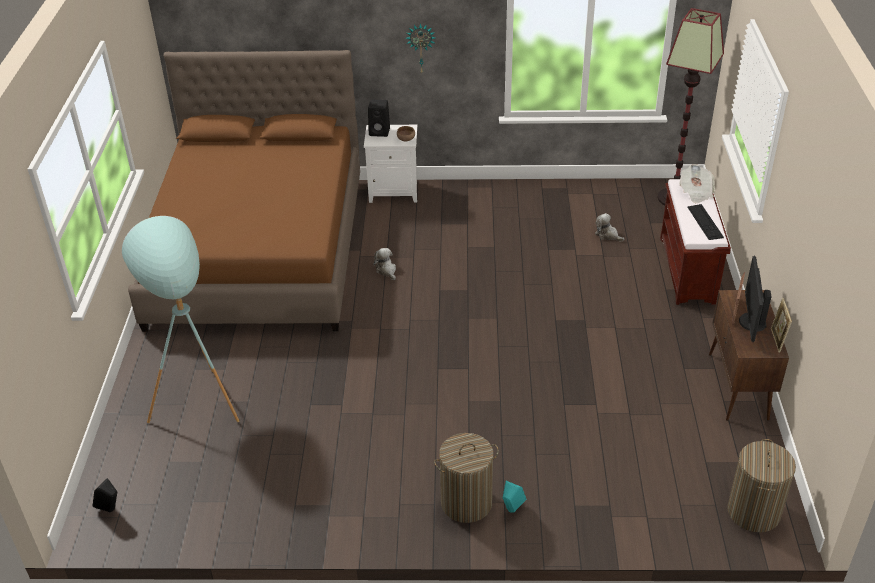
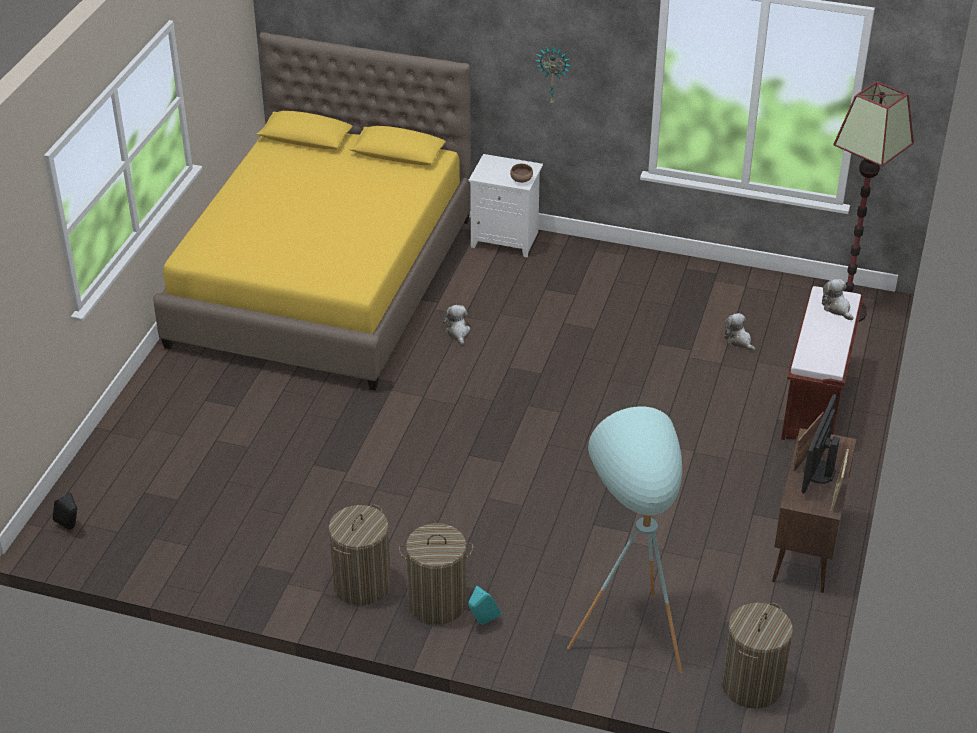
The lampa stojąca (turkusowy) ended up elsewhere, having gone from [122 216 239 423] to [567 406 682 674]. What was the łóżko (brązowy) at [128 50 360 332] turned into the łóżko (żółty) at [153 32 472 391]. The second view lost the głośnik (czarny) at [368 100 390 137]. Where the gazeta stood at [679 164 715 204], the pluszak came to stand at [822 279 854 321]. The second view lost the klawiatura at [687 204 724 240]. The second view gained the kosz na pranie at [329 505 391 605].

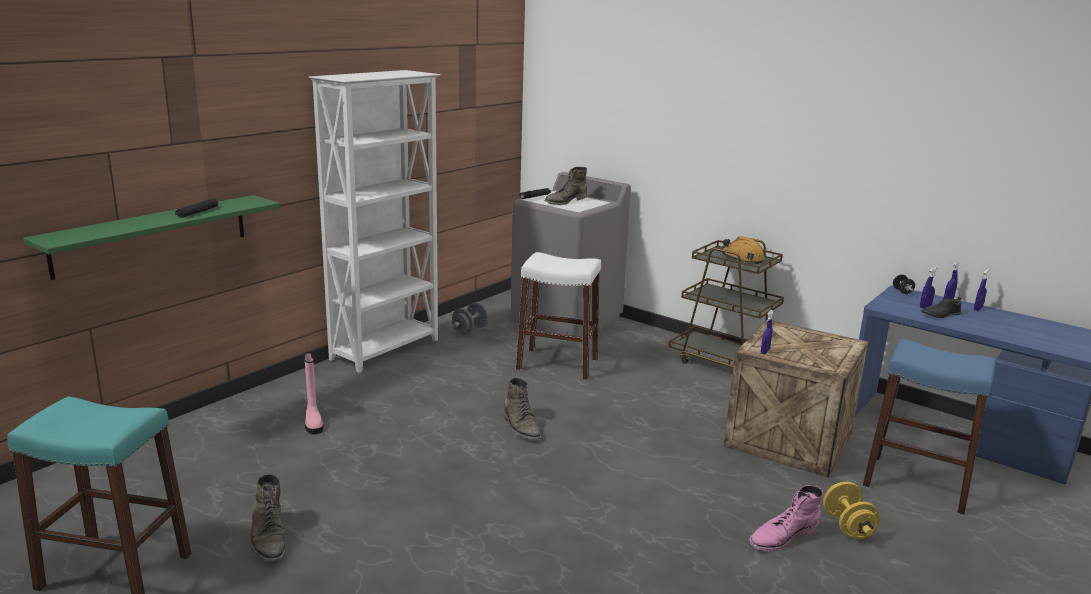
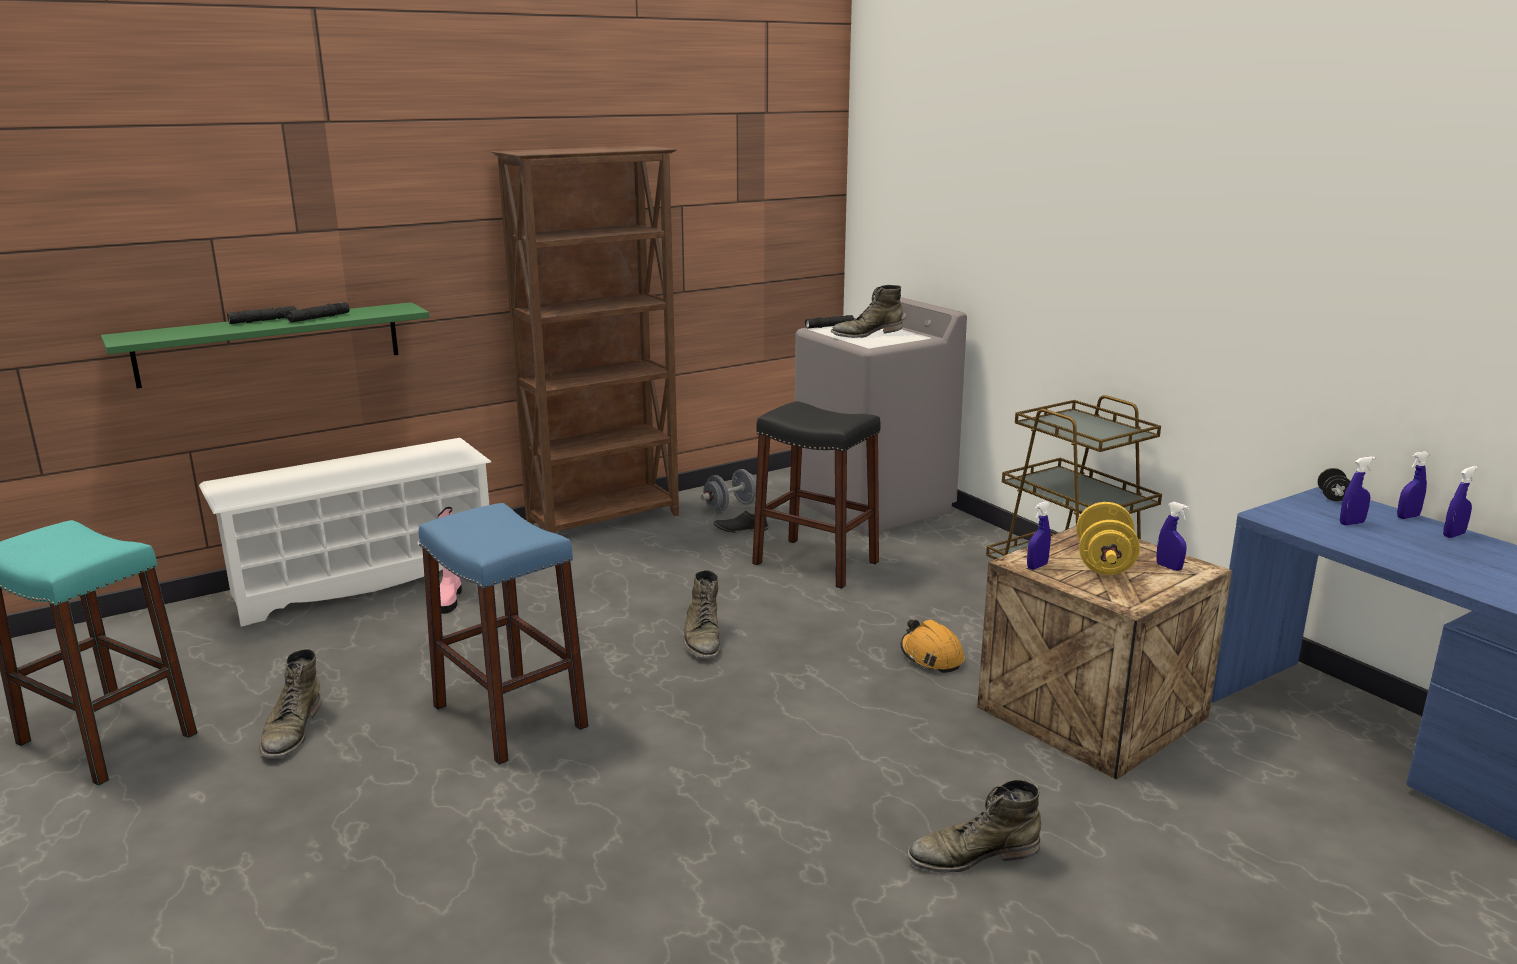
What was the regał (biały) at [309 70 441 373] turned into the regał (brązowy) at [492 146 679 533]. What was the stołek (biały) at [516 252 601 380] turned into the stołek (czarny) at [752 401 881 589]. The kask (pomarańczowy) ended up elsewhere, having gone from [722 236 765 264] to [901 619 964 673]. What was the but z cholewką (różowy) at [749 485 823 551] turned into the but z cholewką (zielony) at [907 779 1041 873]. The hantel (żółty) ended up elsewhere, having gone from [823 482 880 539] to [1076 502 1140 575]. The stołek (niebieski) ended up elsewhere, having gone from [863 339 996 515] to [419 503 589 765]. The but (czarny) ended up elsewhere, having gone from [922 297 962 318] to [714 511 768 533]. The second view gained the regał na buty (biały) at [199 438 491 627]. The second view gained the latarka (czarny) at [227 306 297 324]. The second view gained the spryskiwacz (niebieski) at [1156 502 1189 571].

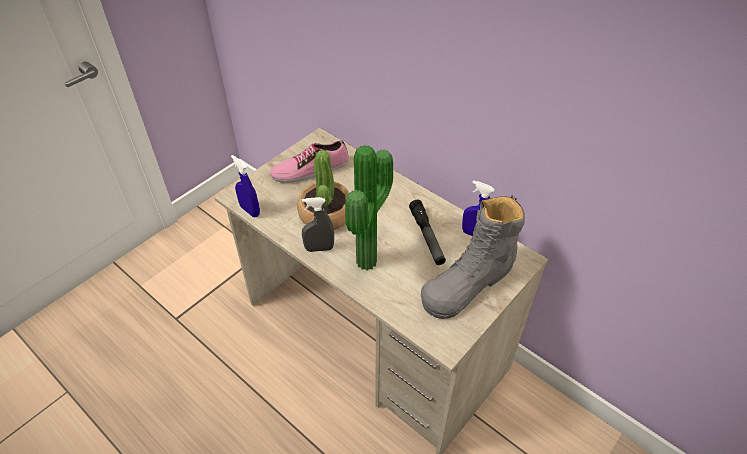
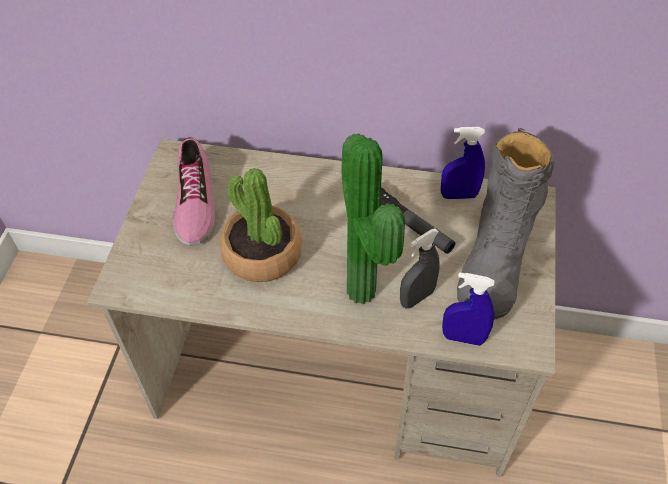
The spryskiwacz (niebieski) ended up elsewhere, having gone from [231 155 260 217] to [442 272 495 346]. The but at [270 141 349 183] ended up facing another way, 45 degrees counterclockwise from before. The spryskiwacz (szary) ended up elsewhere, having gone from [302 197 334 252] to [400 228 439 309].

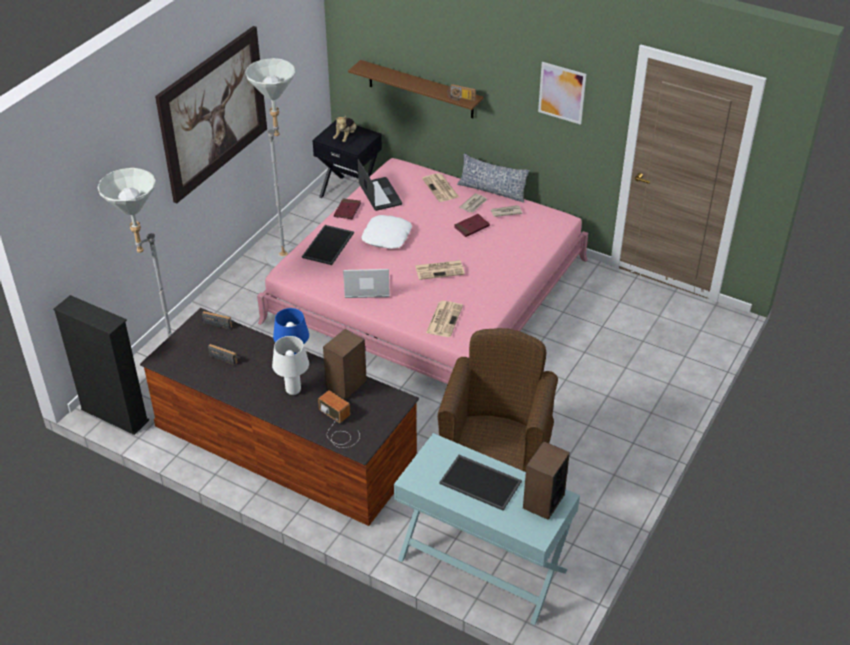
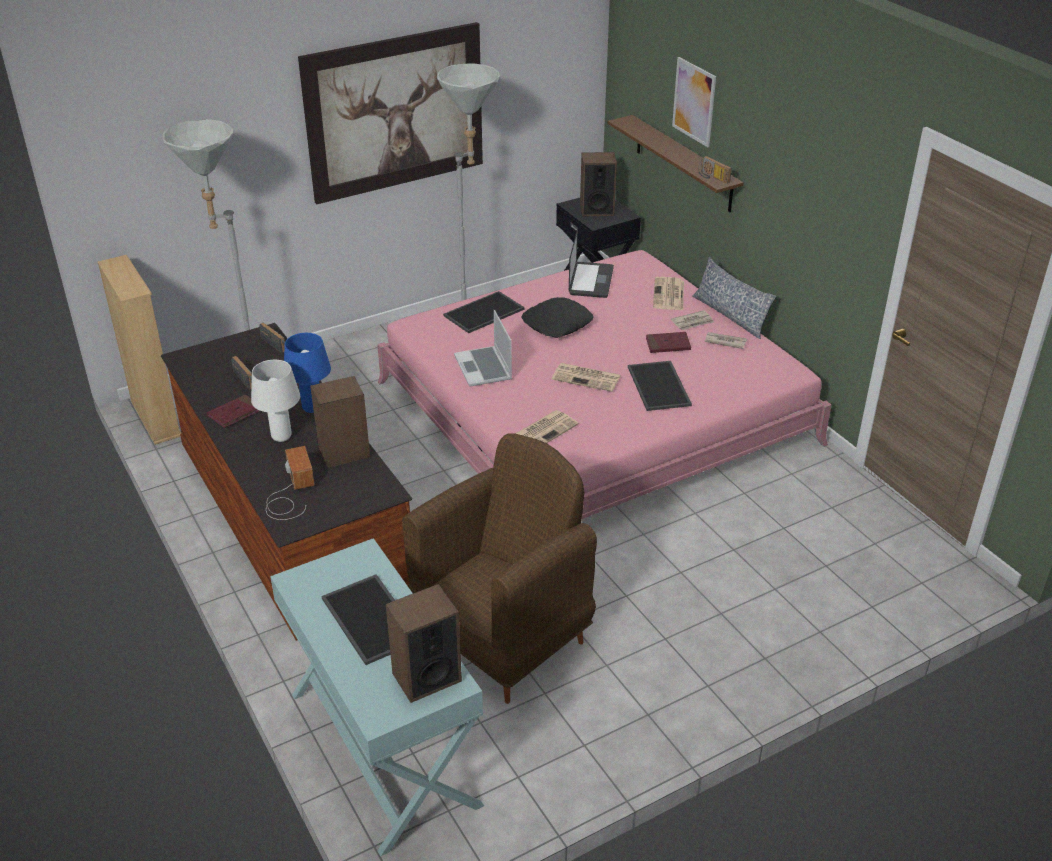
What was the regał (czarny) at [53 295 149 435] turned into the regał (beżowy) at [98 255 181 445]. Where the pluszak stood at [333 116 357 142], the głośnik came to stand at [580 152 617 217]. The książka (czerwony) ended up elsewhere, having gone from [334 198 361 219] to [207 395 260 428]. The laptop at [343 269 390 298] ended up facing another way, 135 degrees counterclockwise from before. What was the poduszka (biały) at [361 215 412 249] turned into the poduszka (czarny) at [521 297 593 338]. The obraz ended up elsewhere, having gone from [538 62 587 125] to [672 57 716 147]. The second view gained the taca at [628 361 692 411].

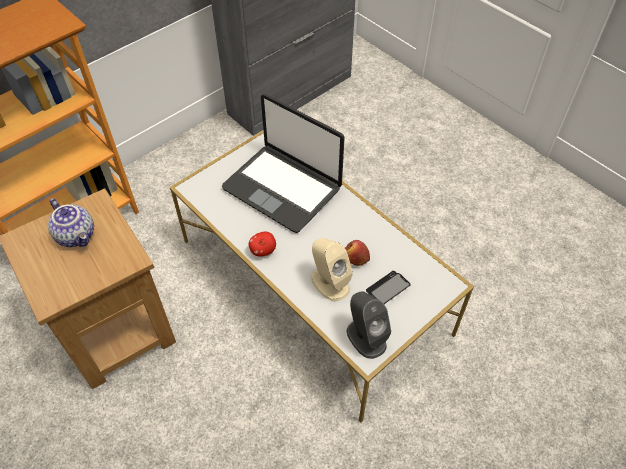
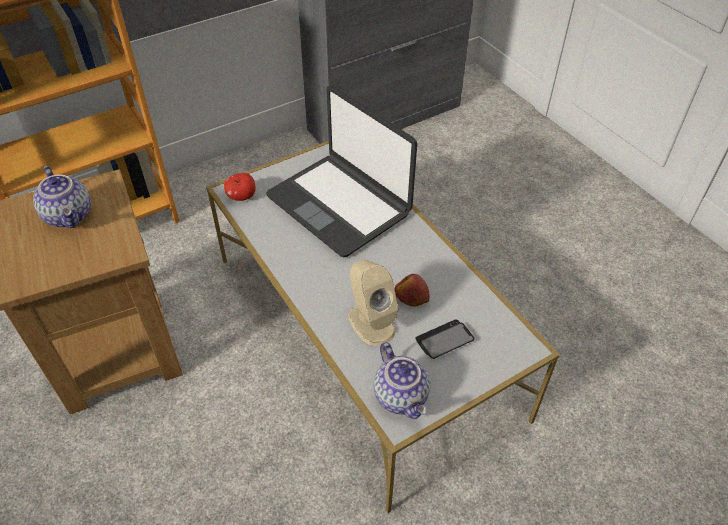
The jabłko ended up elsewhere, having gone from [249 232 276 257] to [224 173 256 201]. Where the głośnik (szary) stood at [347 291 391 359], the imbryk came to stand at [374 342 430 419].

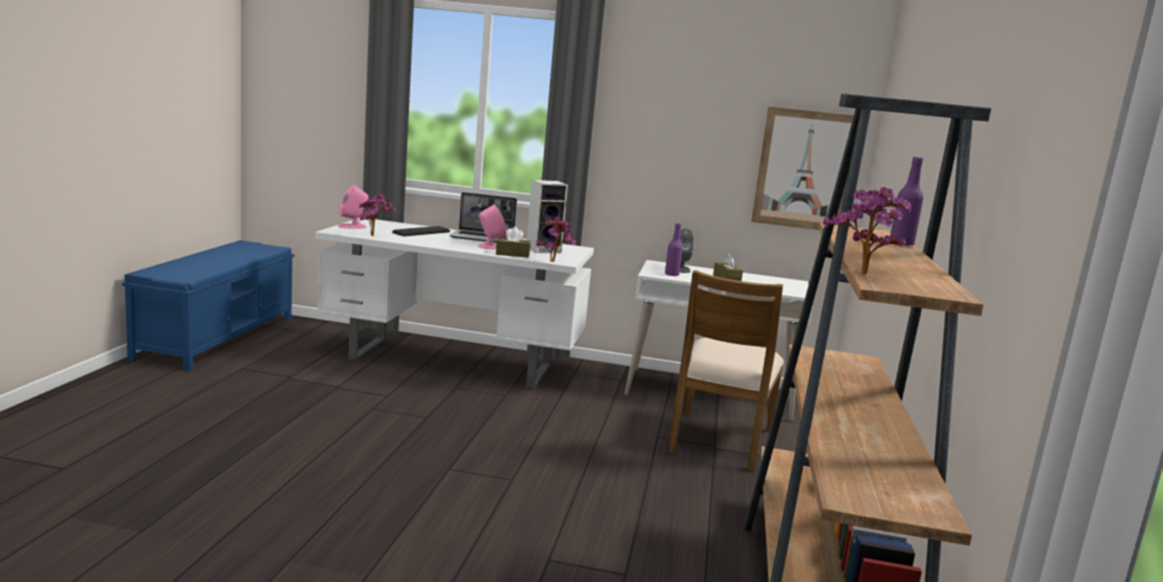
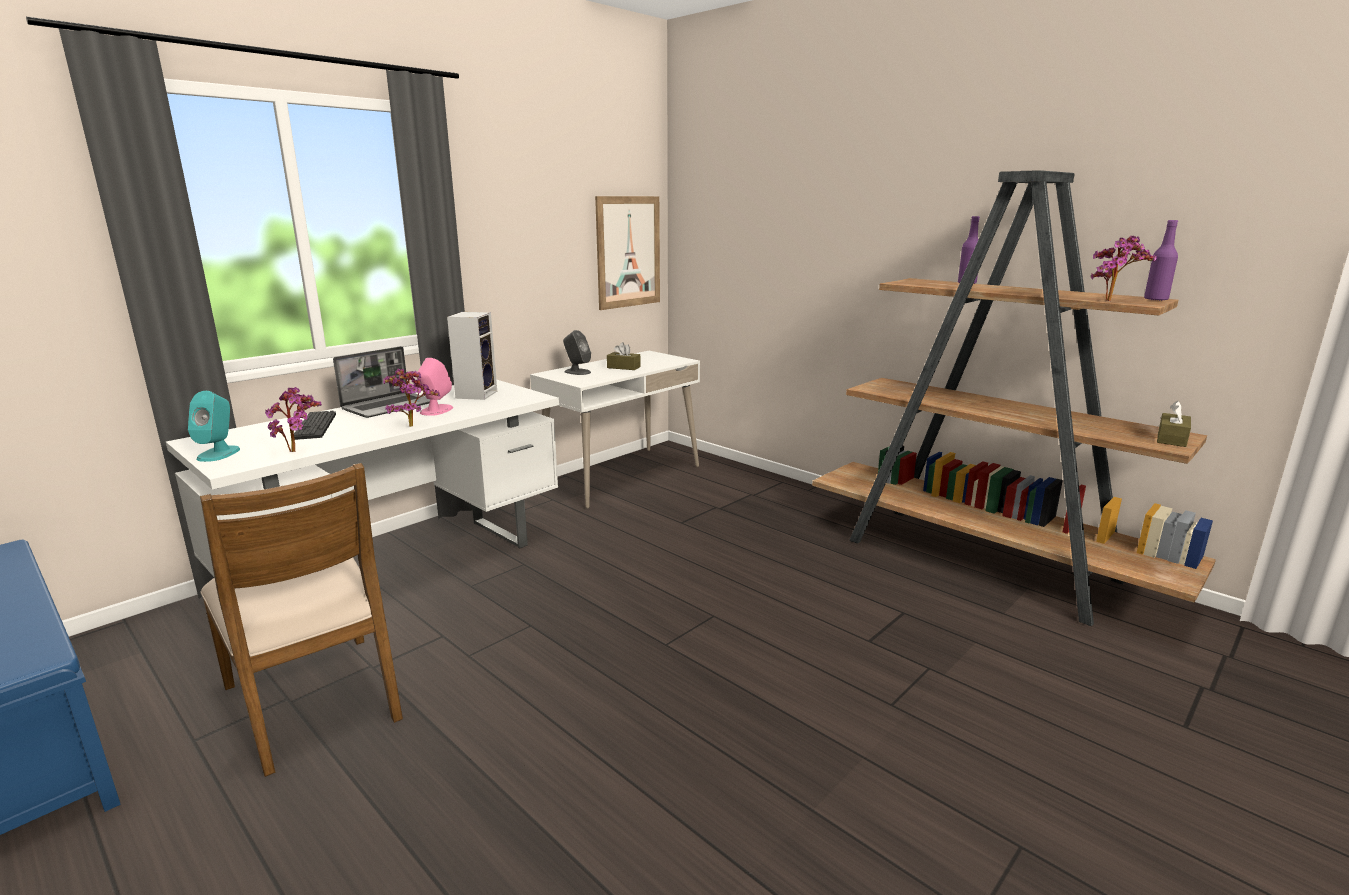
What was the głośnik (różowy) at [338 185 368 229] turned into the głośnik (turkusowy) at [188 391 240 462]. The pudełko chusteczek (brązowy) ended up elsewhere, having gone from [496 227 531 258] to [1157 401 1191 447]. The roślina doniczkowa ended up elsewhere, having gone from [536 216 576 262] to [383 368 440 427]. The butelka (fioletowy) ended up elsewhere, having gone from [665 223 683 276] to [1144 220 1178 301]. The krzesło (brązowy) ended up elsewhere, having gone from [668 270 784 472] to [200 463 403 777].

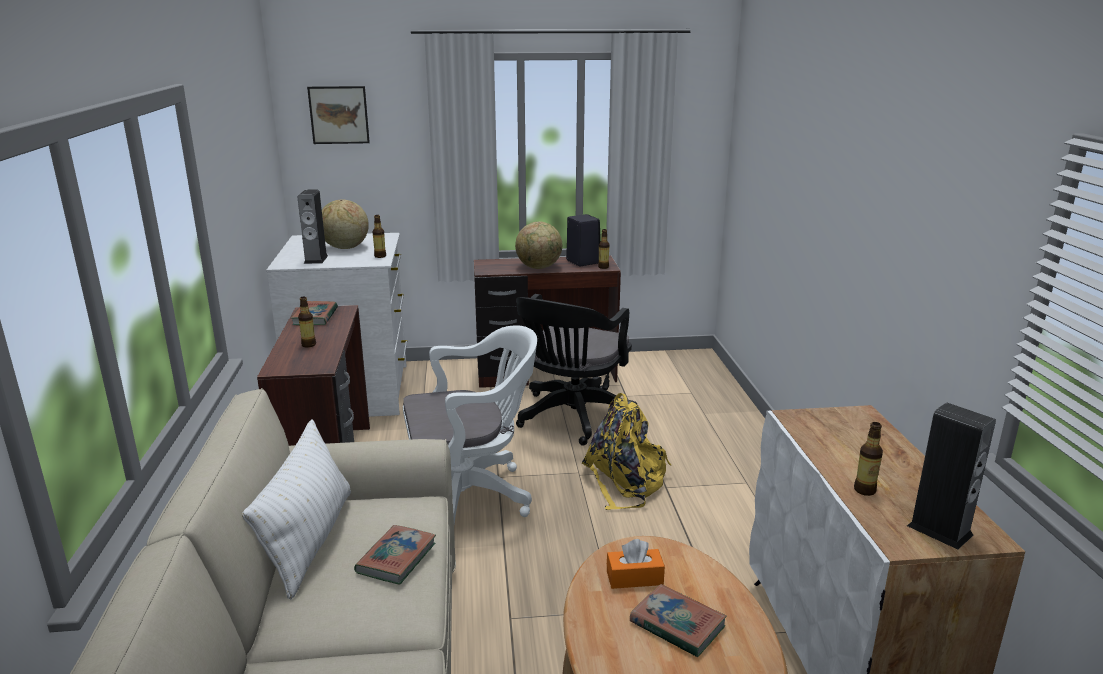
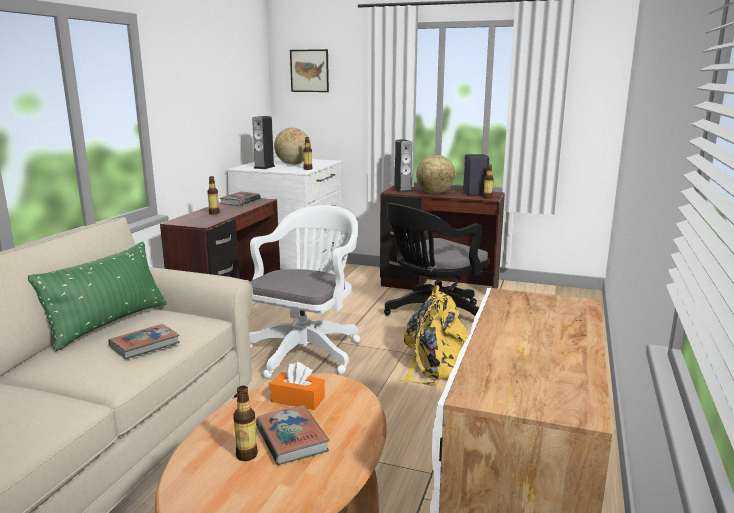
What was the poduszka (biały) at [242 419 351 599] turned into the poduszka (zielony) at [28 242 167 352]. The krzesło biurowe (biały) at [403 325 537 524] ended up facing another way, 75 degrees counterclockwise from before. The butelka ended up elsewhere, having gone from [854 422 883 496] to [233 386 258 461]. The głośnik ended up elsewhere, having gone from [907 403 996 549] to [394 139 412 193].

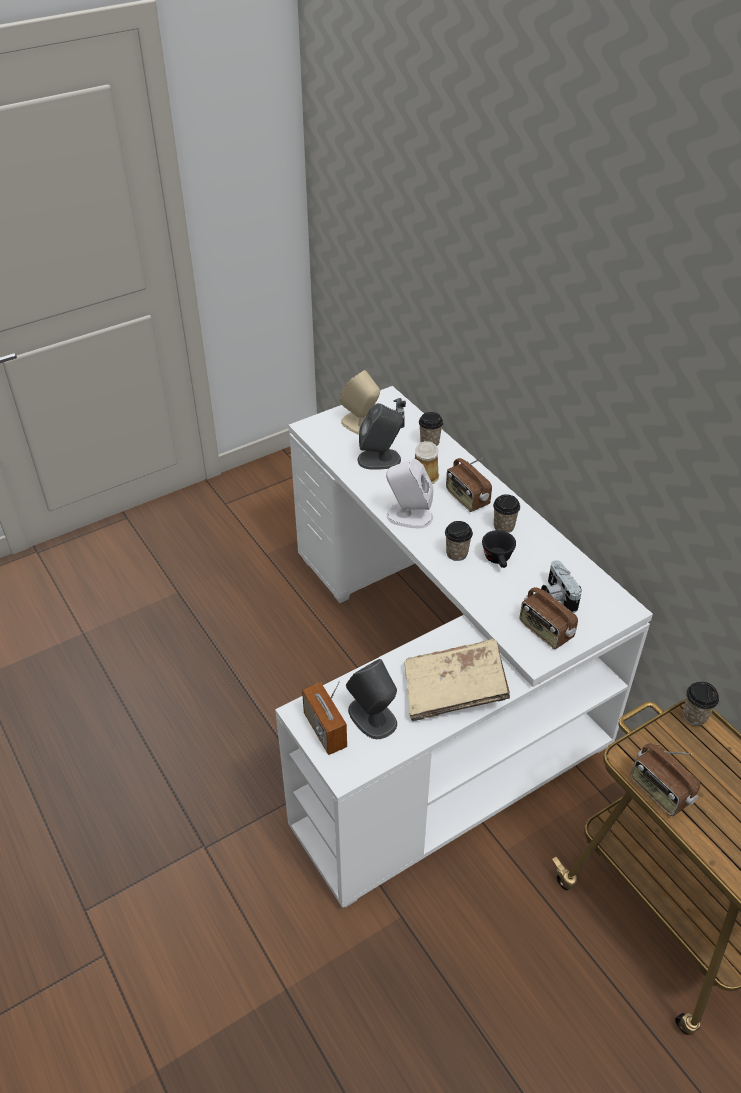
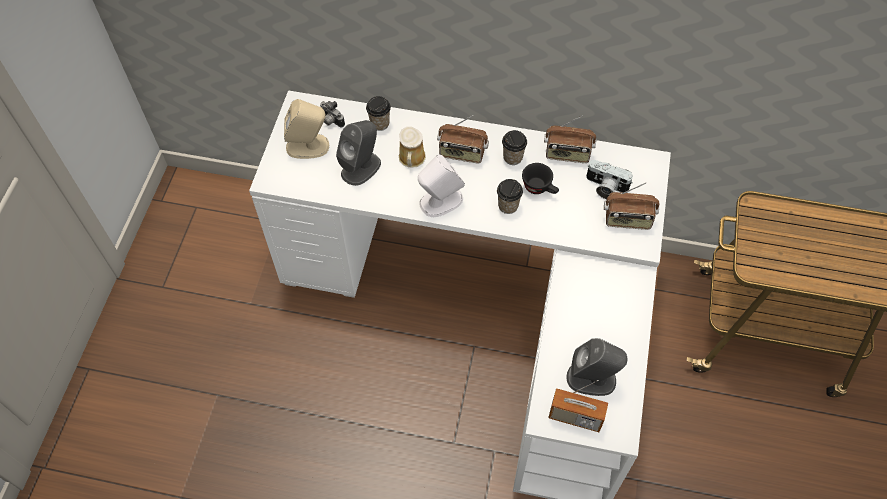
The second view lost the książka (beżowy) at [404 639 510 721]. The radio ended up elsewhere, having gone from [631 743 700 816] to [544 115 596 163]. The second view lost the filiżanka at [683 682 719 726].

